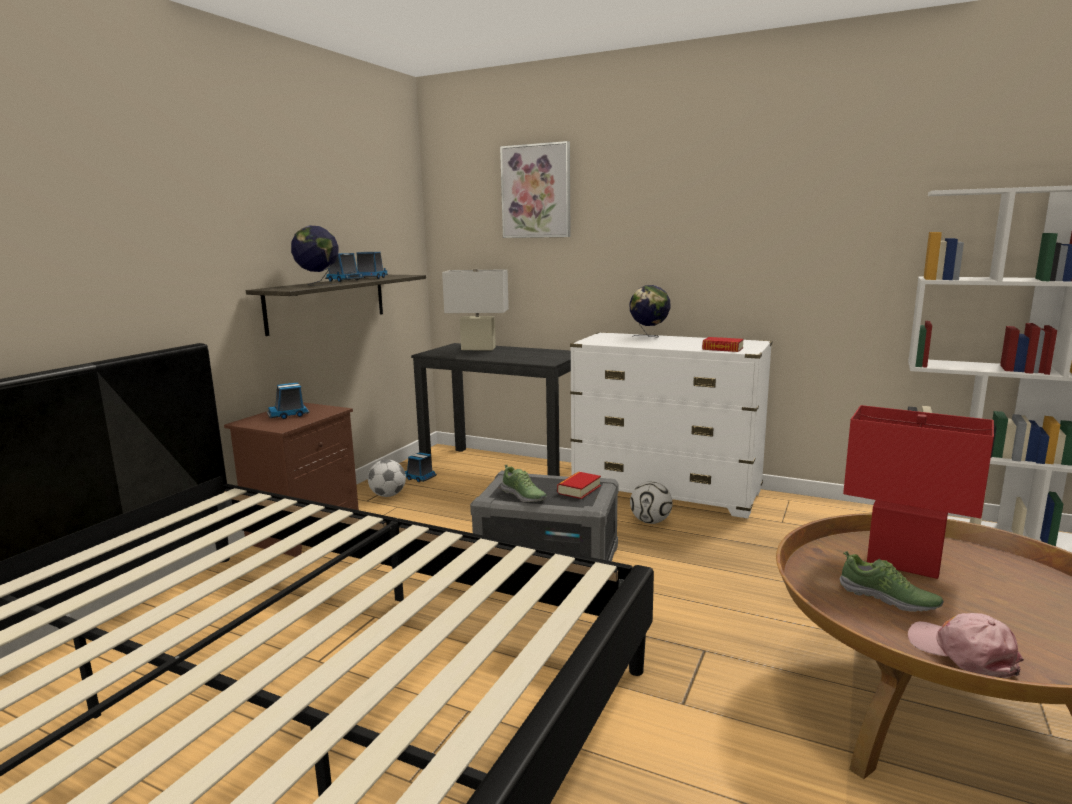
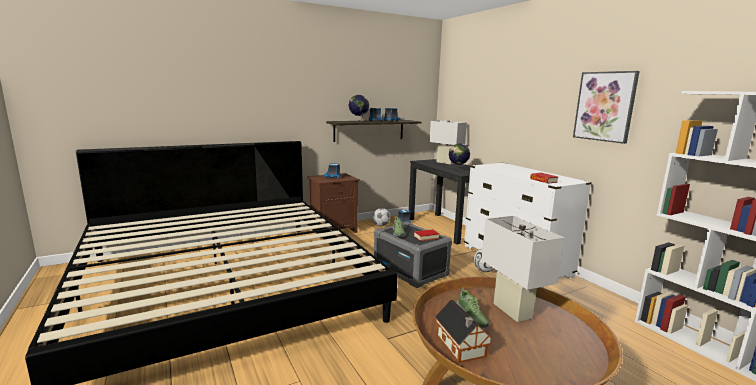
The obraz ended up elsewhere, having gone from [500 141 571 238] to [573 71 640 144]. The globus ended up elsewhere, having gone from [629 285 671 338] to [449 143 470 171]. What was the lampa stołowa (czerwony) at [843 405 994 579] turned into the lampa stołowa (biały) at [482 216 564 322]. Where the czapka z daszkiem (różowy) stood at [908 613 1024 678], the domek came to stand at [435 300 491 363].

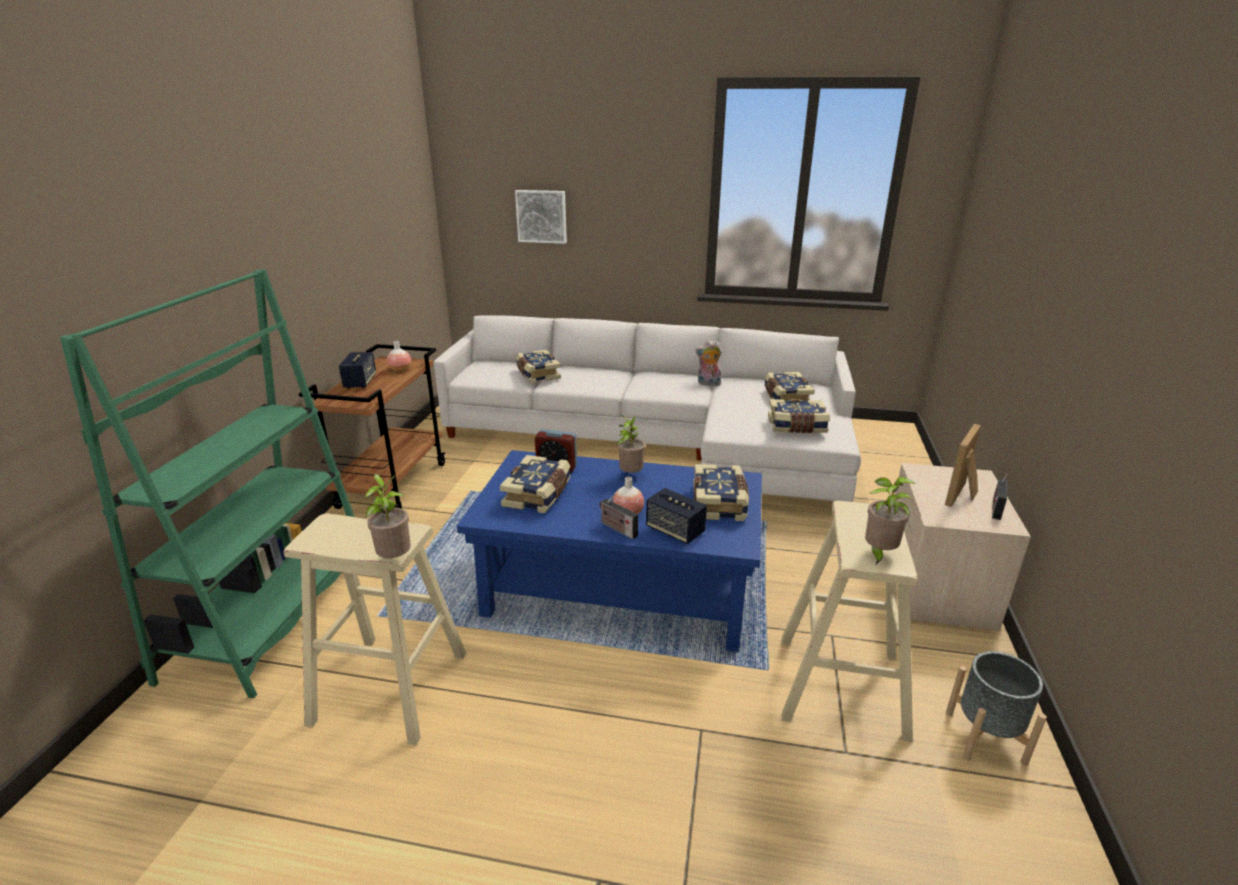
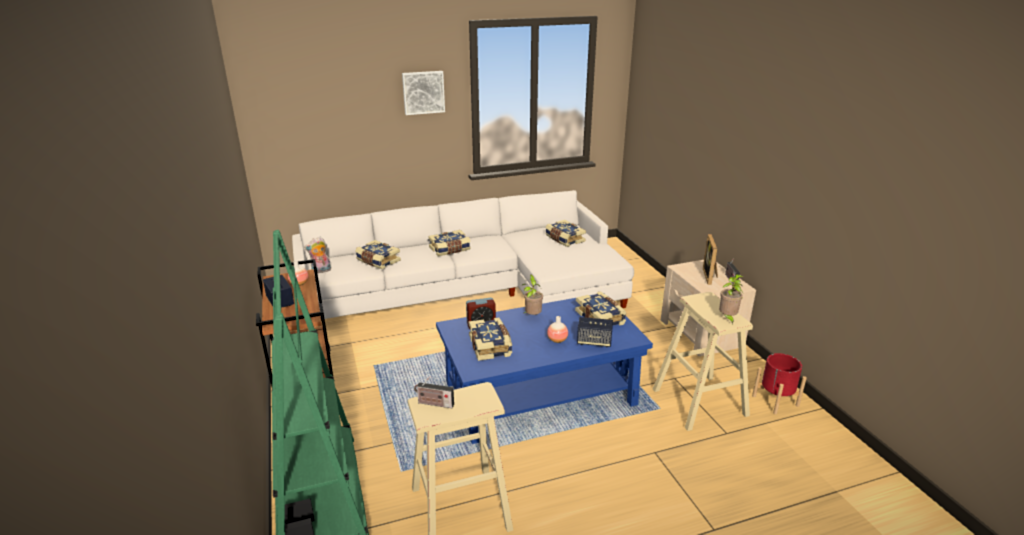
The second view lost the roślina doniczkowa at [365 474 411 558]. The obraz ended up elsewhere, having gone from [515 190 567 244] to [402 71 445 115]. The radio ended up elsewhere, having gone from [599 494 638 539] to [414 376 454 408]. The pluszak ended up elsewhere, having gone from [695 340 722 386] to [304 237 331 274]. The książka ended up elsewhere, having gone from [768 399 830 433] to [428 230 471 256]. What was the donica (szary) at [946 651 1047 766] turned into the donica (czerwony) at [752 353 807 414].

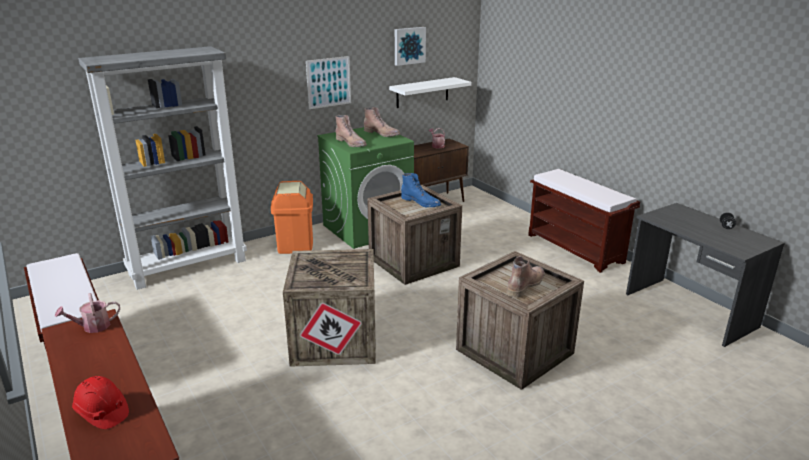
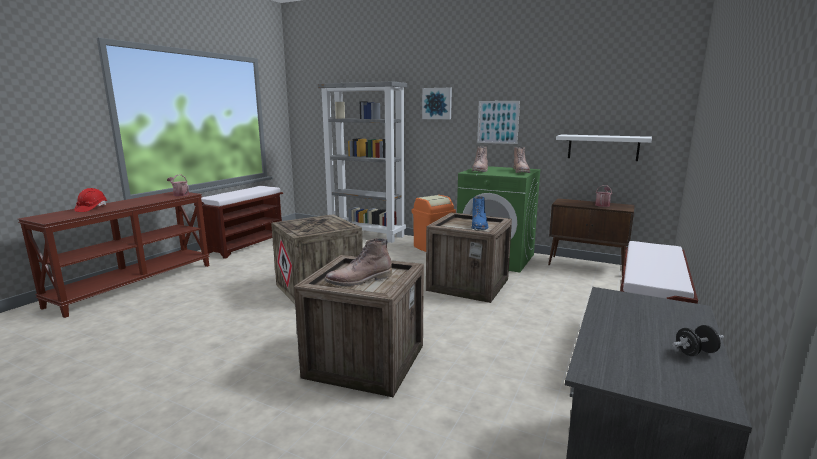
The obraz ended up elsewhere, having gone from [395 27 426 66] to [422 88 452 119]. The but z cholewką (brązowy) at [506 256 545 298] ended up facing another way, 150 degrees clockwise from before.

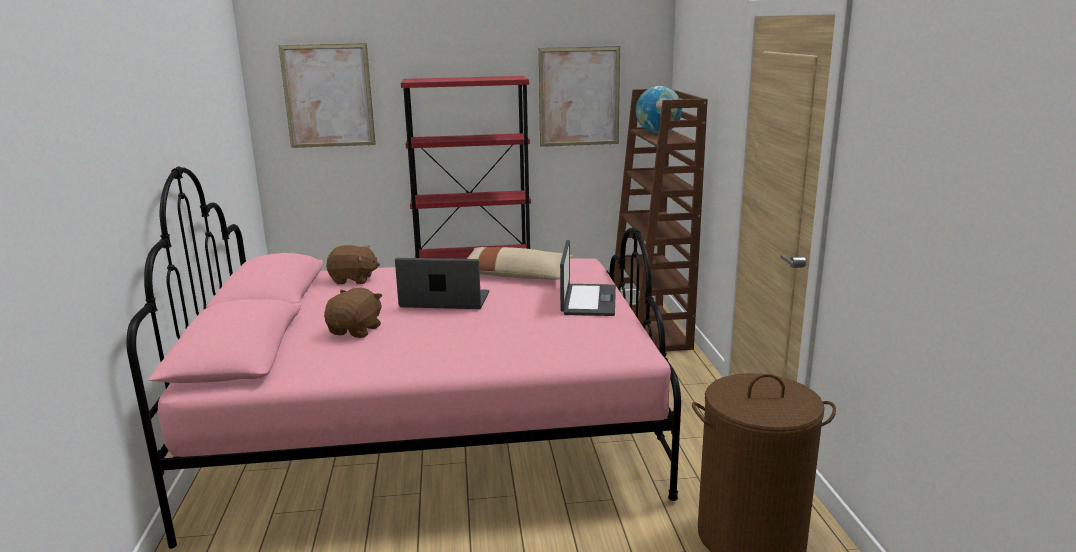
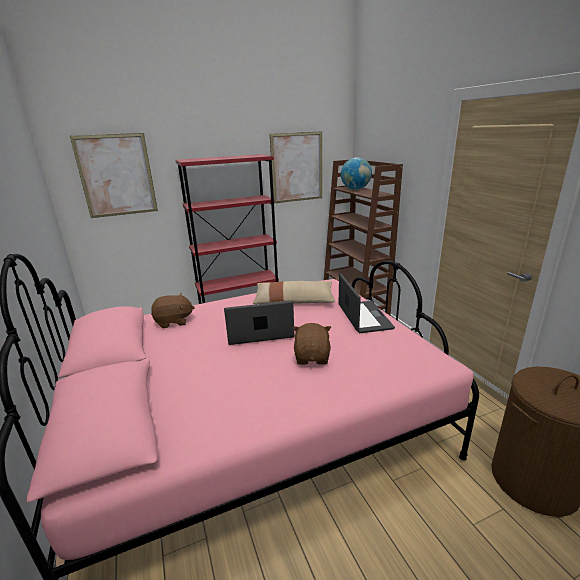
The pluszak (brązowy) ended up elsewhere, having gone from [324 288 382 338] to [292 323 331 365].

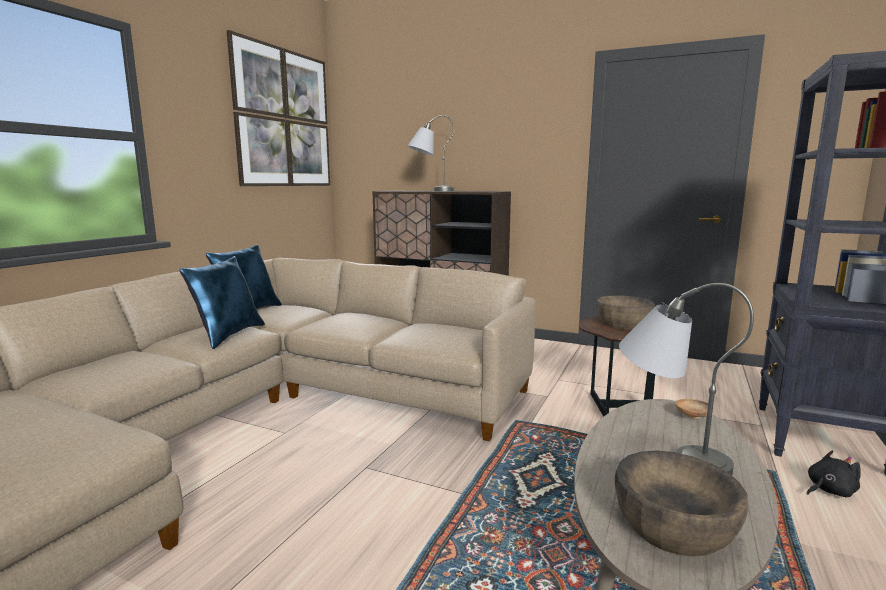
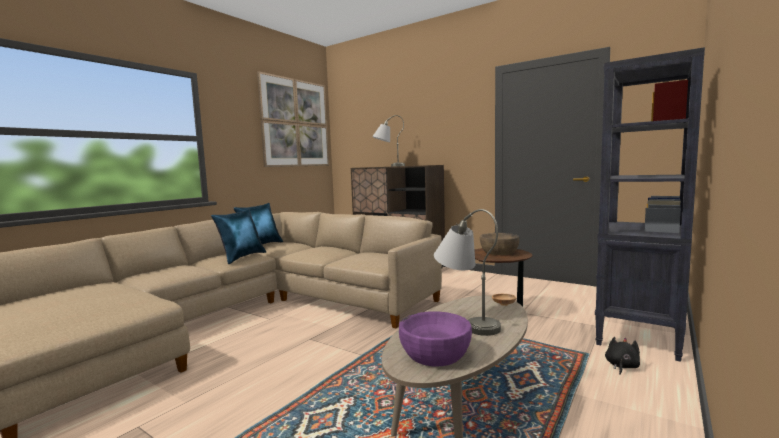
What was the miska (brązowy) at [615 451 748 557] turned into the miska (fioletowy) at [399 311 472 366]. The pluszak (czarny) at [807 450 861 497] ended up facing another way, 45 degrees counterclockwise from before.

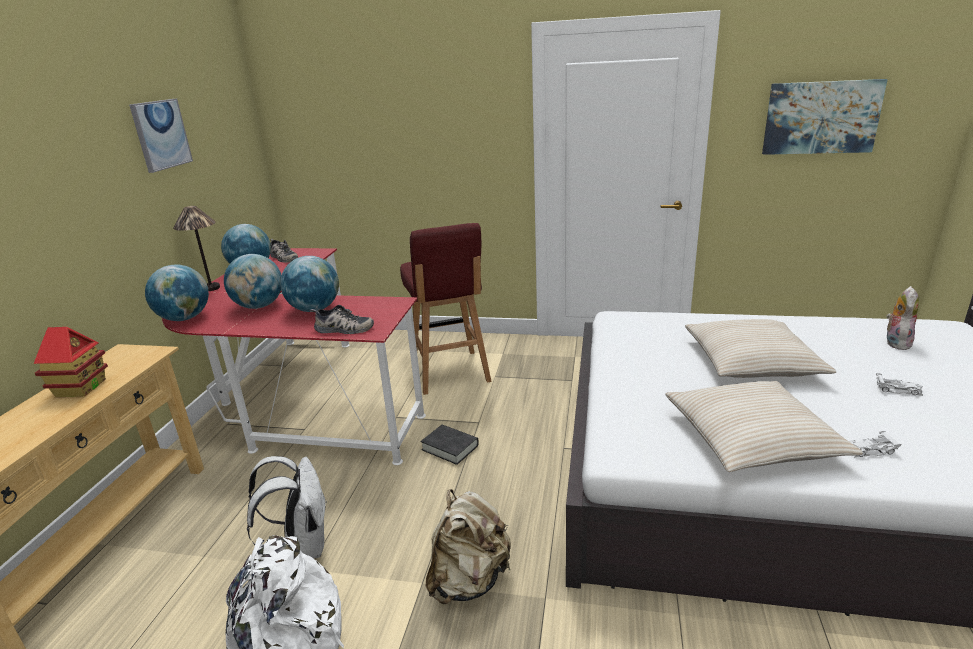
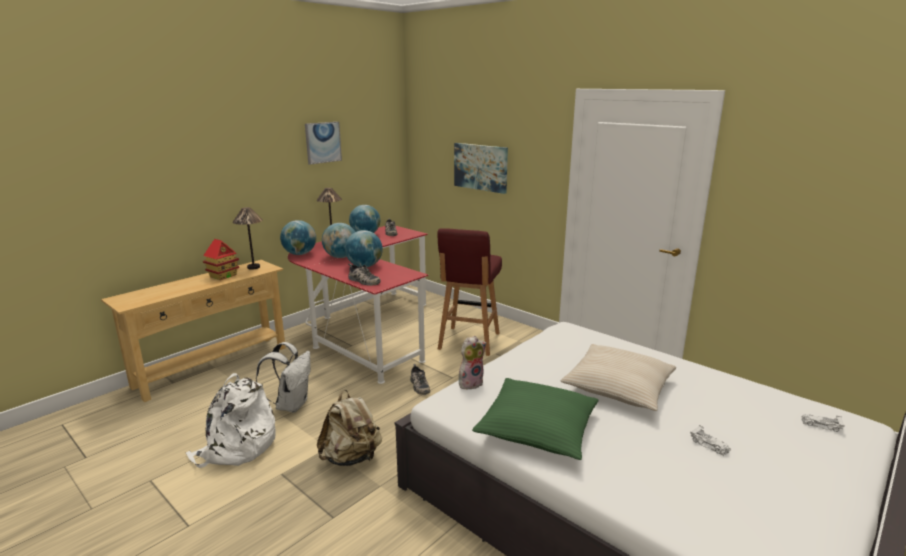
Where the książka (czarny) stood at [421 425 479 465], the but came to stand at [410 364 430 395]. What was the poduszka (beżowy) at [665 381 863 472] turned into the poduszka (zielony) at [472 378 598 460]. The obraz ended up elsewhere, having gone from [762 79 888 155] to [454 143 508 194]. The samochodzik (biały) ended up elsewhere, having gone from [849 431 901 458] to [801 414 845 432]. The pluszak ended up elsewhere, having gone from [886 286 919 350] to [459 336 486 389]. The second view gained the lampa stołowa at [233 207 263 270].

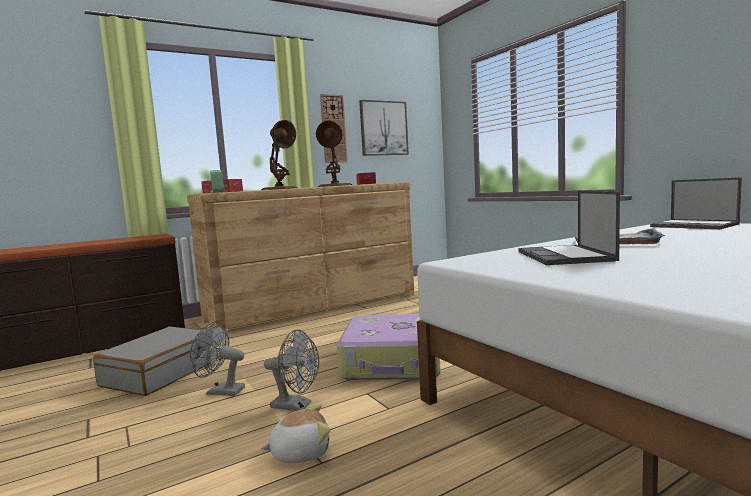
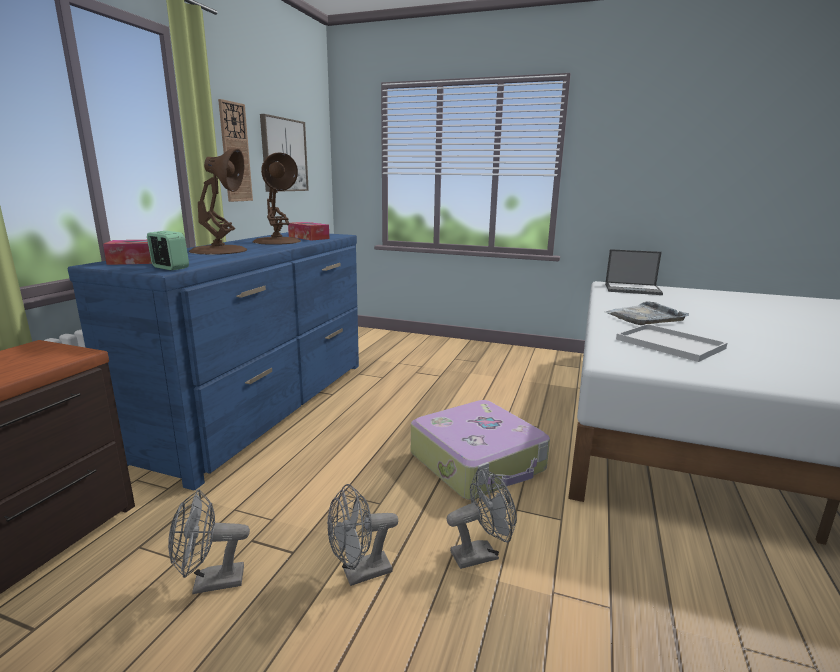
Where the walizka (szary) stood at [93 326 218 396], the wentylator (szary) came to stand at [168 489 250 594]. What was the komoda (brązowy) at [187 182 414 336] turned into the komoda (niebieski) at [68 232 359 490]. The second view lost the pluszak at [261 404 330 463]. Where the laptop stood at [518 190 620 265], the taca (biały) came to stand at [616 324 727 362].

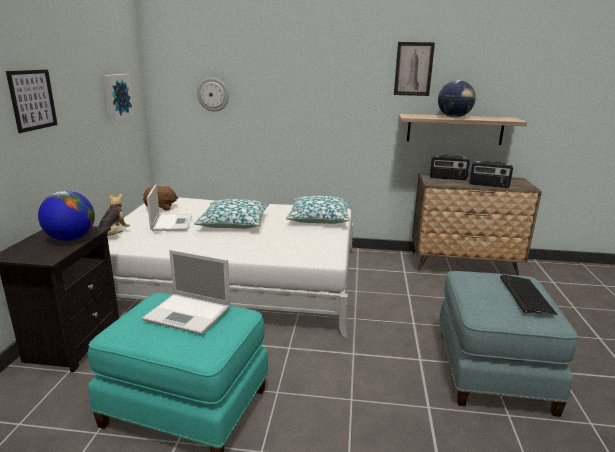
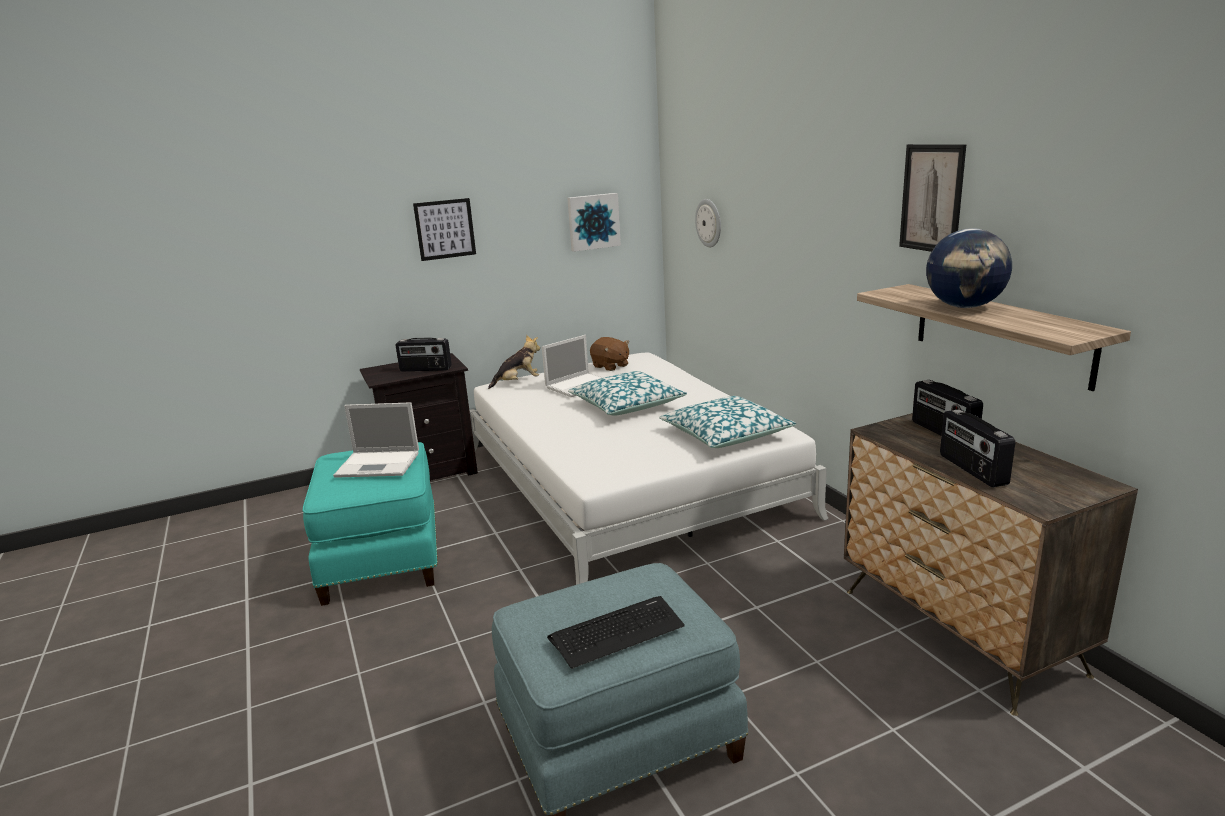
Where the globus stood at [38 191 95 241], the radio came to stand at [396 337 452 372]. The laptop at [142 250 230 335] ended up facing another way, 75 degrees counterclockwise from before.

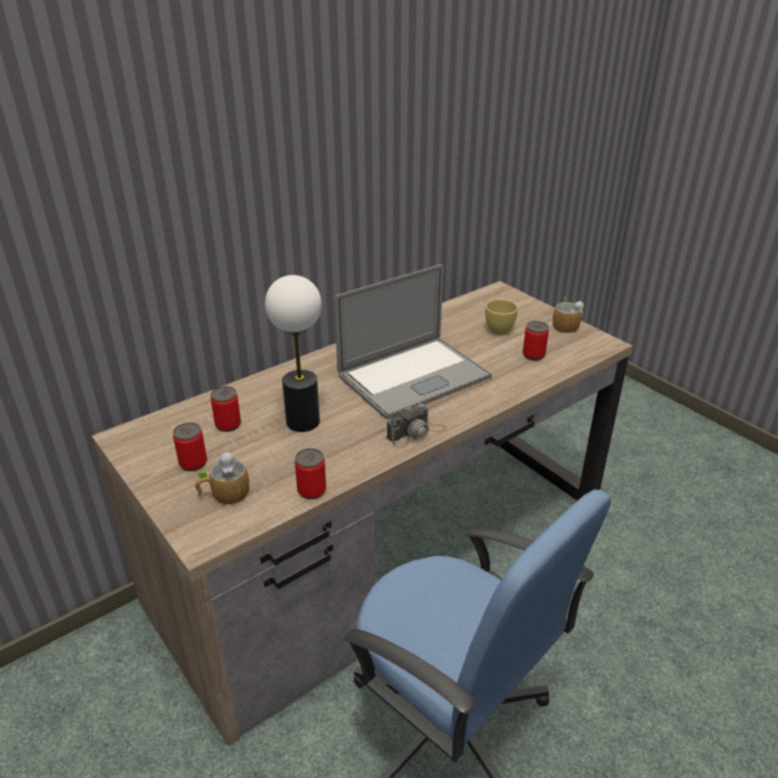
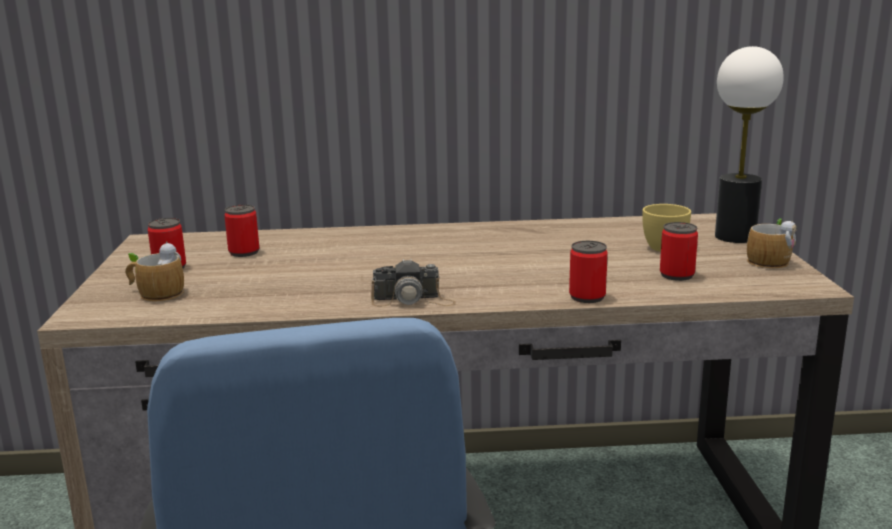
The lampa stołowa ended up elsewhere, having gone from [265 275 322 432] to [715 46 784 243]. The puszka ended up elsewhere, having gone from [295 448 326 499] to [569 241 608 303]. The second view lost the laptop at [334 264 492 419].

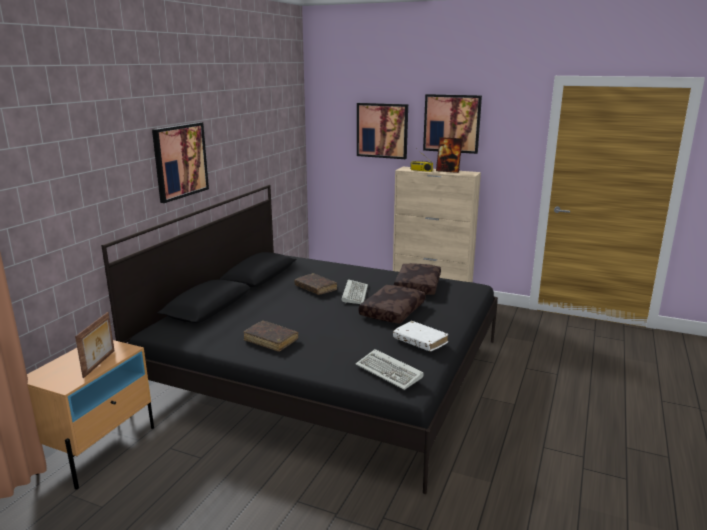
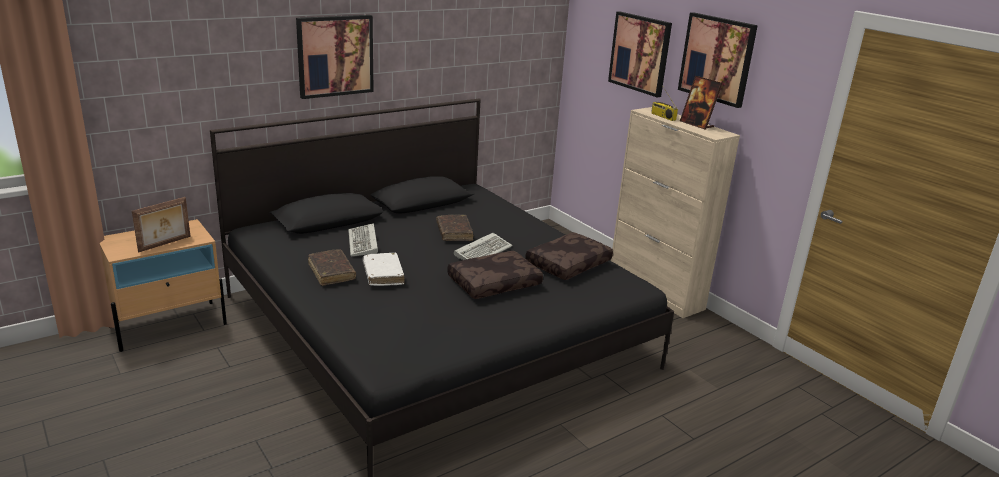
The klawiatura ended up elsewhere, having gone from [356 349 424 390] to [348 223 378 256]. The książka (biały) ended up elsewhere, having gone from [393 321 448 351] to [363 253 405 286].

